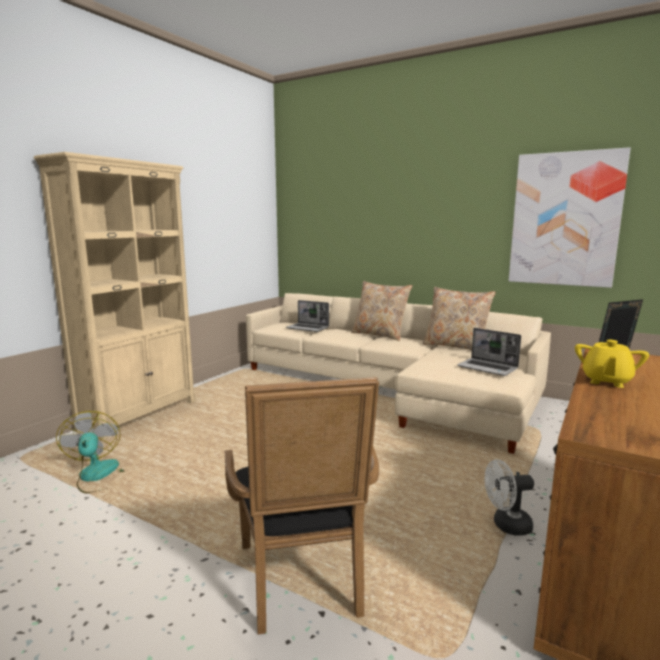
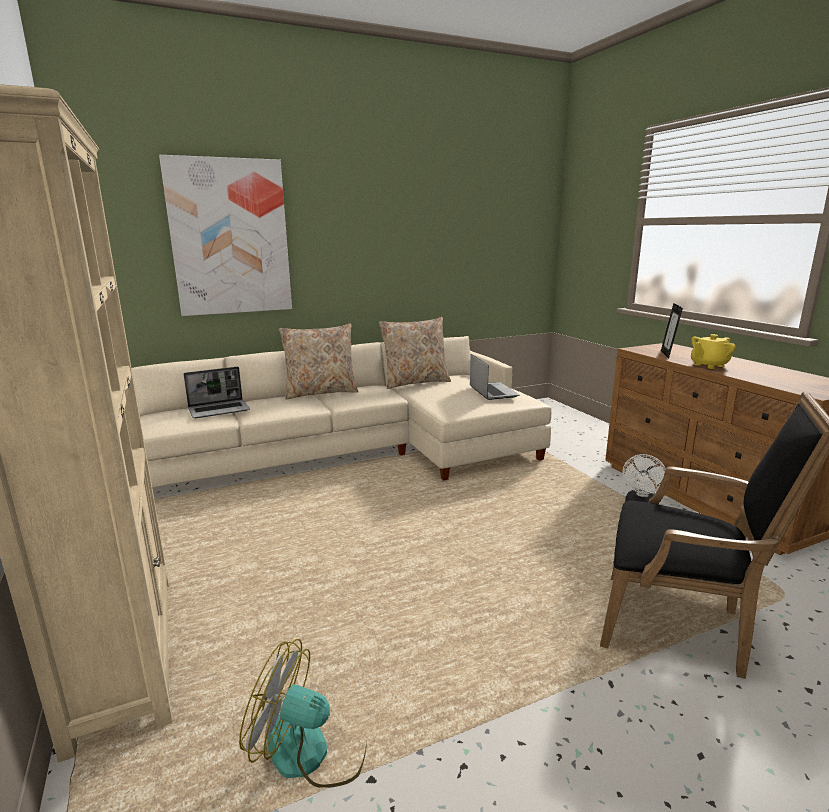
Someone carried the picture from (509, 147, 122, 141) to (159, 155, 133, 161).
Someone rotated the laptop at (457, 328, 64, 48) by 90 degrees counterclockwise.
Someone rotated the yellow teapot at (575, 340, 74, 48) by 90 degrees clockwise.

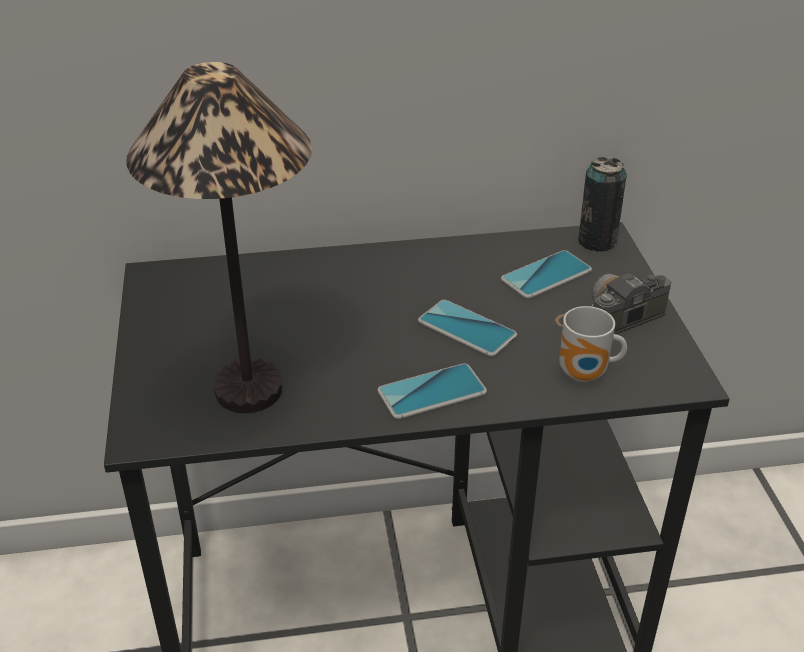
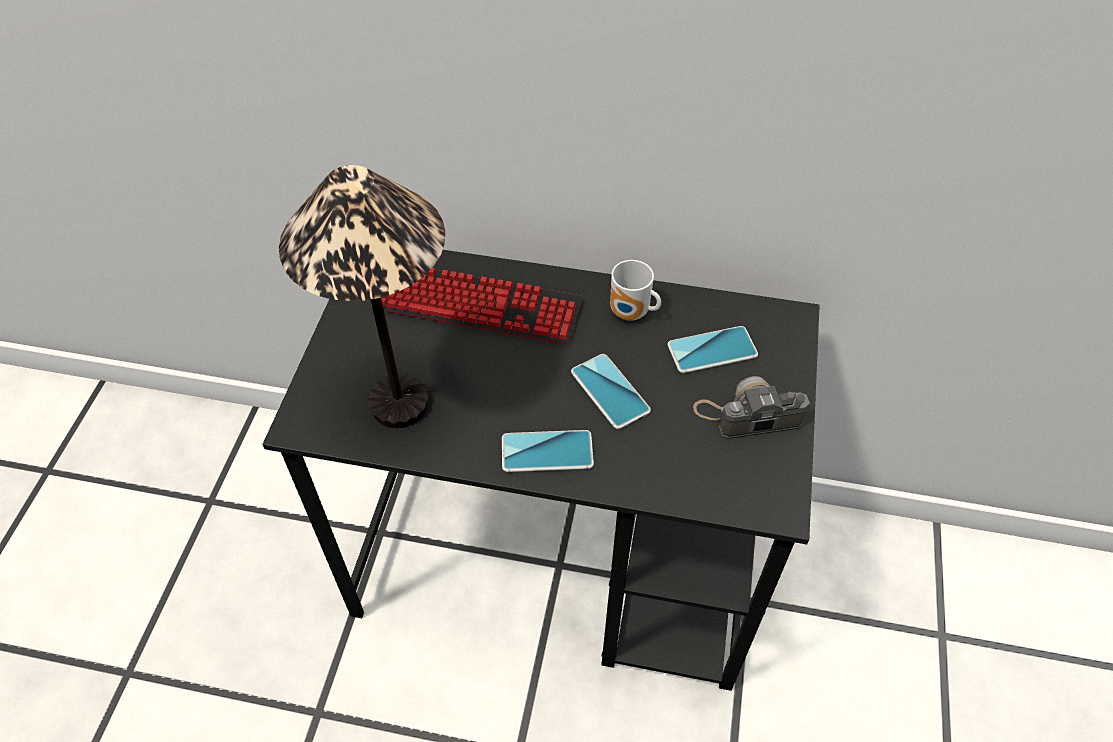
Someone put down the keyboard at (371, 268, 211, 77).
Someone carried the mug from (559, 306, 68, 76) to (610, 260, 51, 61).
Someone took away the can at (578, 157, 49, 95).

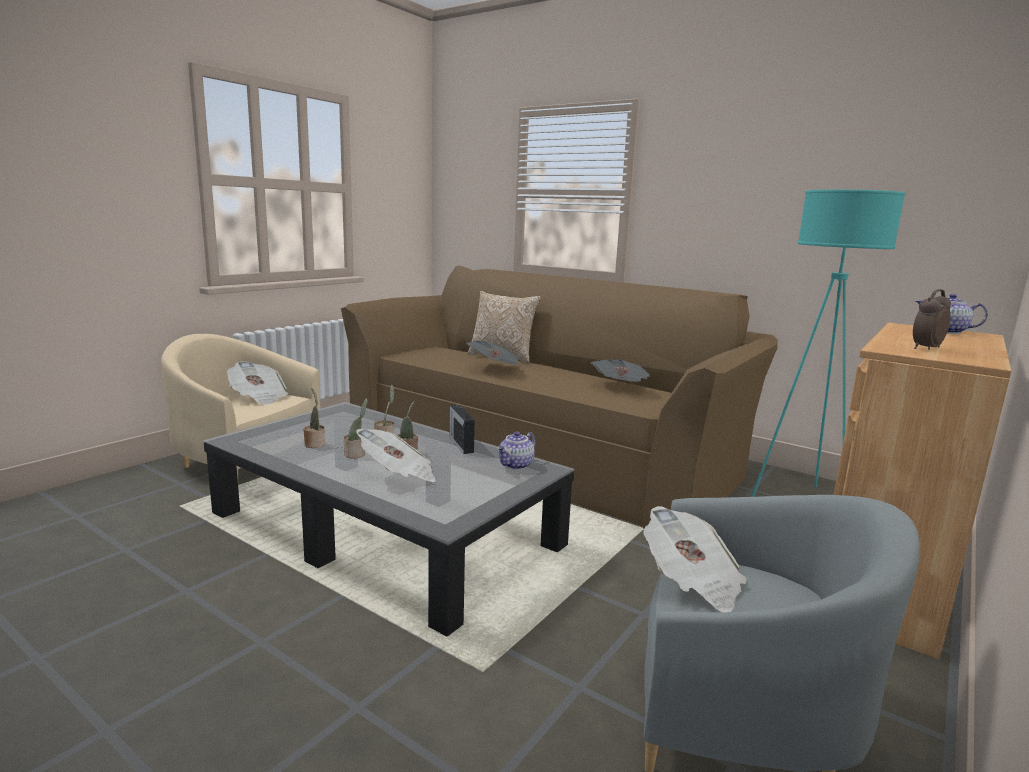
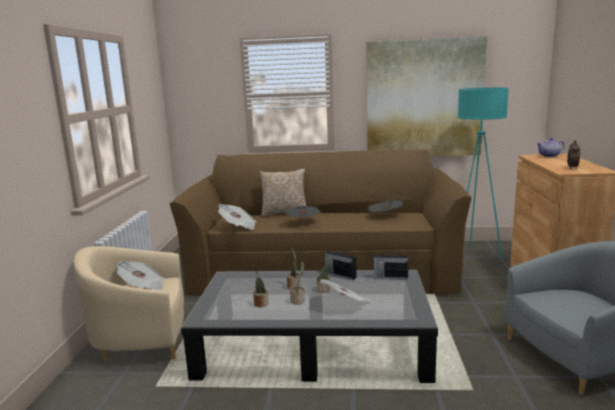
Someone carried the newspaper from (643, 506, 104, 107) to (218, 204, 38, 26).
Someone put up the picture at (367, 36, 120, 120).
Someone swapped the teapot at (497, 432, 39, 38) for the radio at (373, 251, 35, 29).

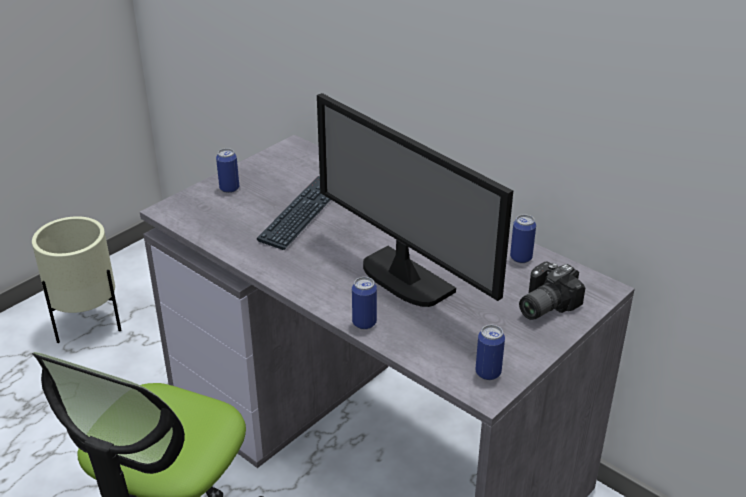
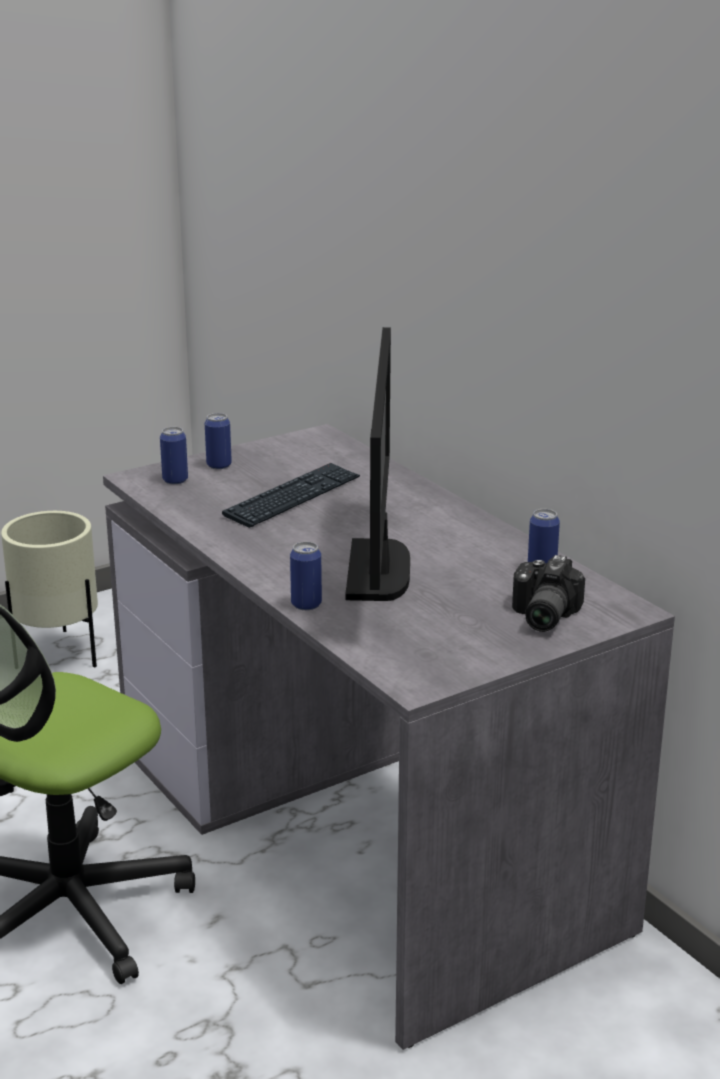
Someone carried the can from (475, 325, 30, 55) to (160, 427, 28, 57).
Someone rotated the monitor at (317, 93, 196, 214) by 150 degrees counterclockwise.
Someone rotated the photo camera at (519, 262, 66, 58) by 45 degrees counterclockwise.

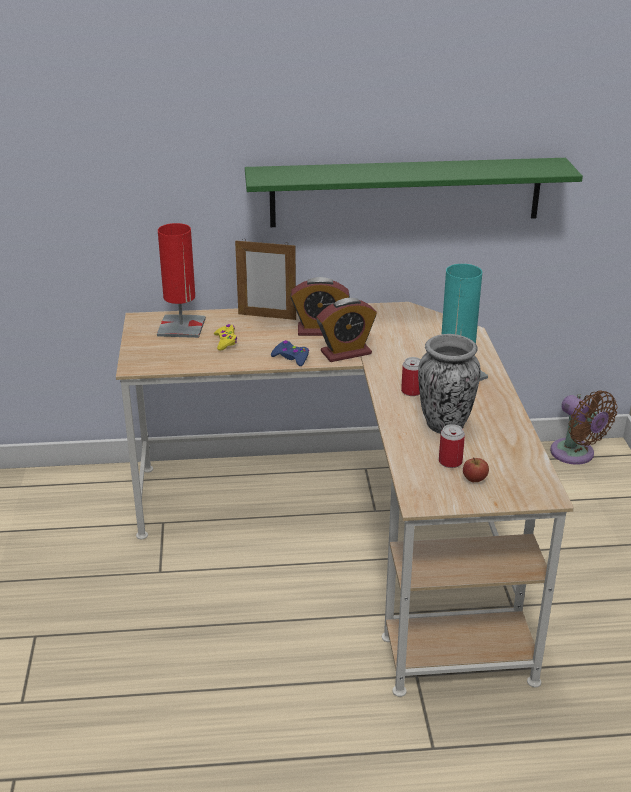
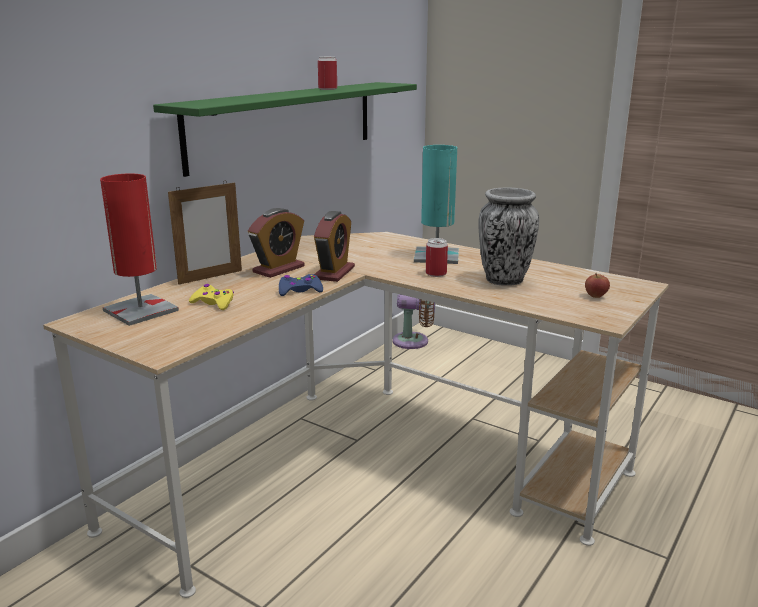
Someone carried the can from (439, 424, 26, 44) to (318, 56, 19, 34).

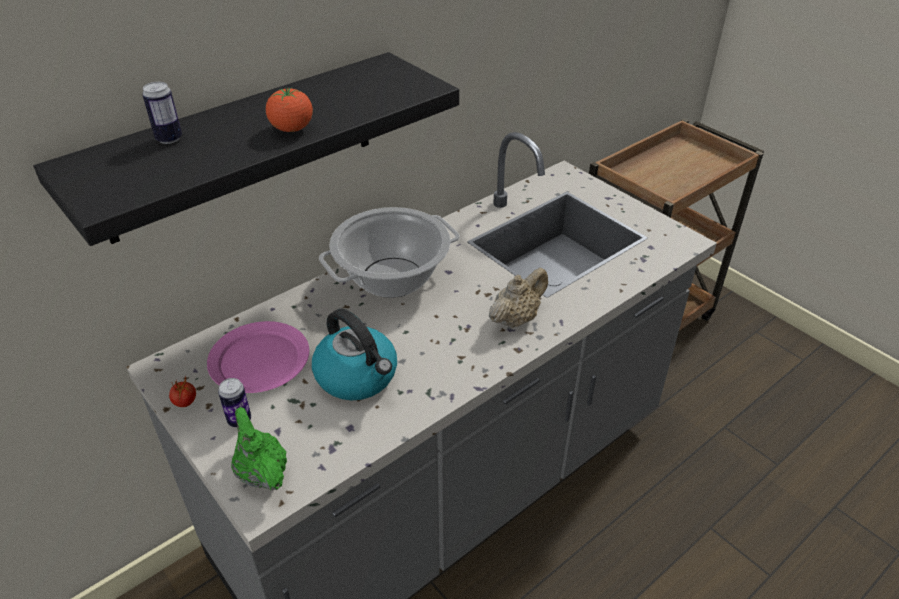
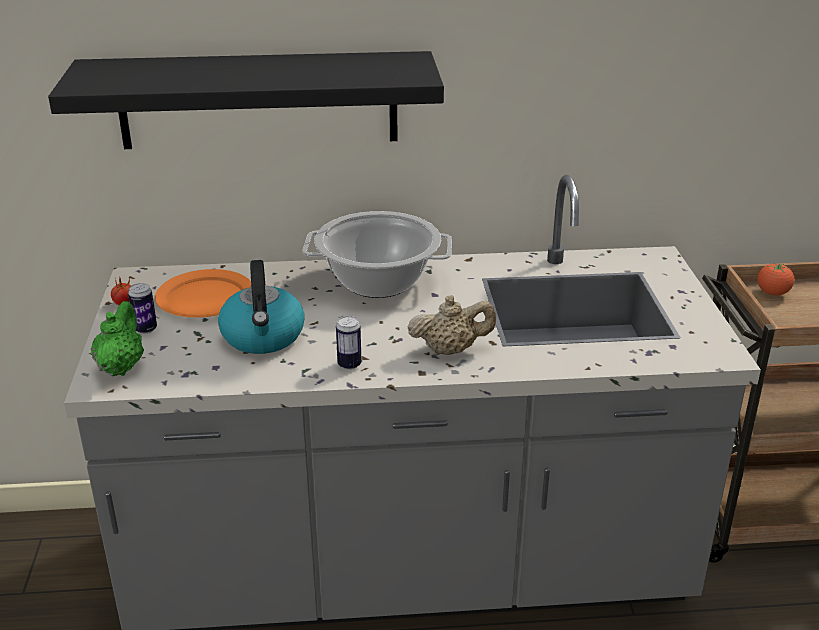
Someone repainted the pink plate at (207, 321, 102, 72), which became the orange plate at (155, 269, 96, 48).
Someone carried the can from (142, 82, 40, 62) to (336, 316, 26, 54).
Someone carried the tomato from (266, 88, 47, 44) to (757, 263, 37, 33).

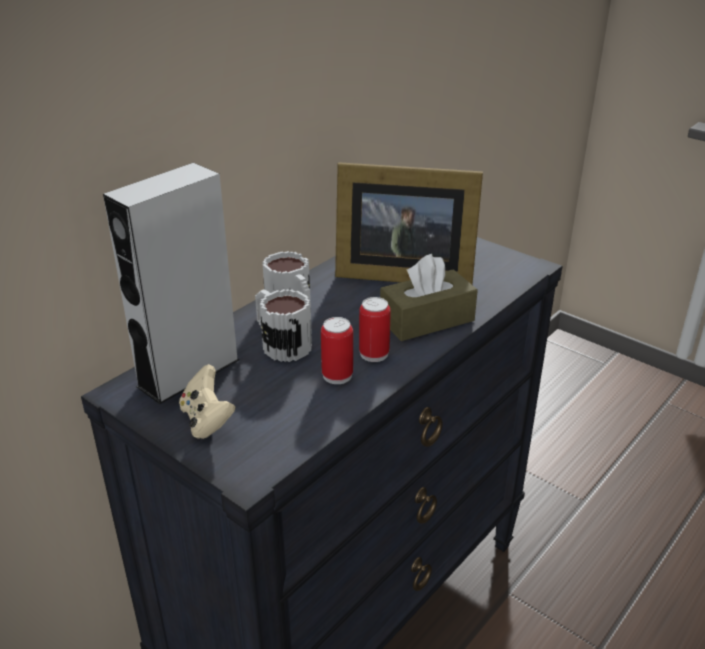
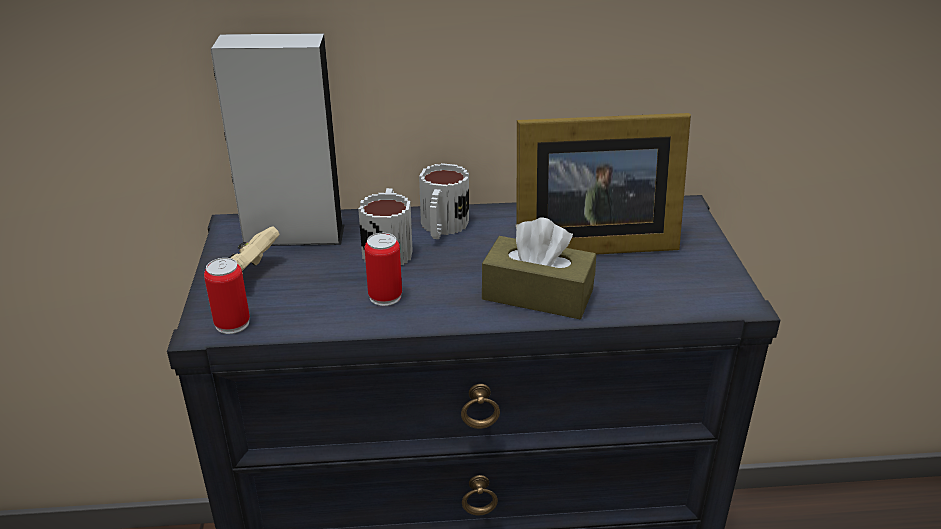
Someone carried the can from (359, 297, 32, 65) to (204, 258, 46, 76).
Someone rotated the picture frame at (335, 162, 148, 122) by 60 degrees counterclockwise.

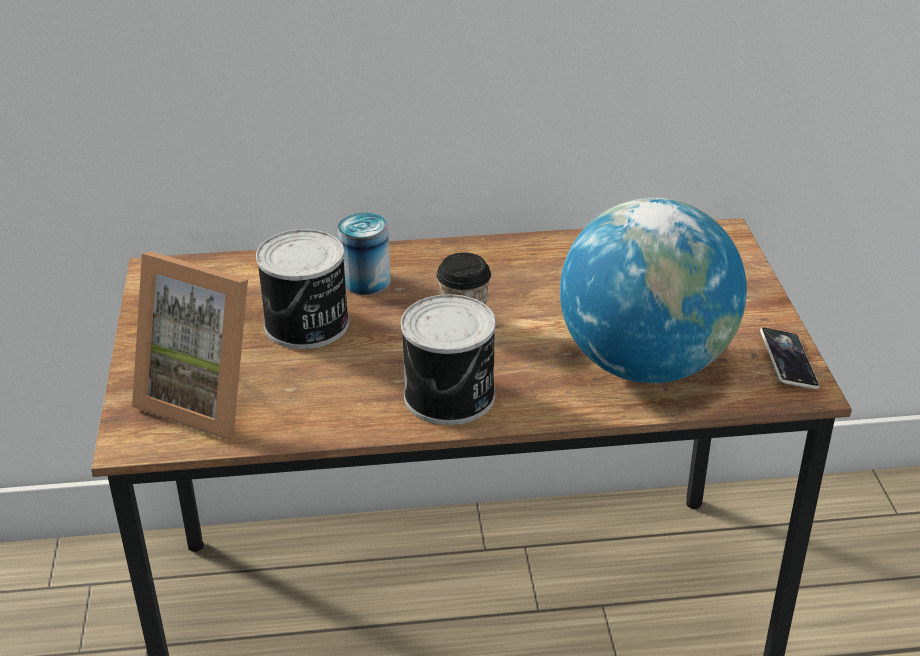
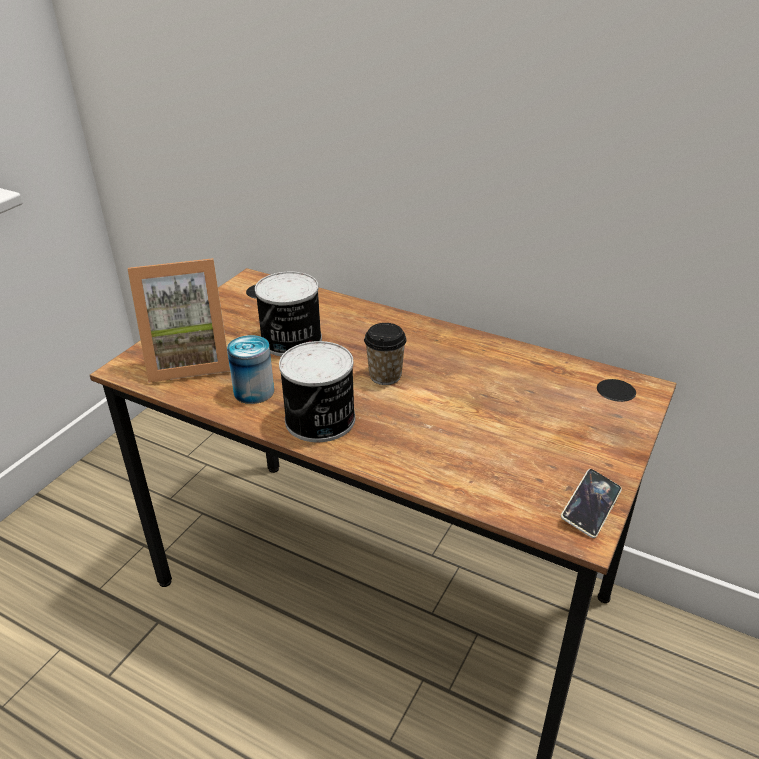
Someone rotated the picture frame at (132, 251, 116, 188) by 75 degrees counterclockwise.
Someone carried the can from (338, 213, 53, 82) to (227, 335, 47, 69).
Someone took away the globe at (560, 198, 187, 185).

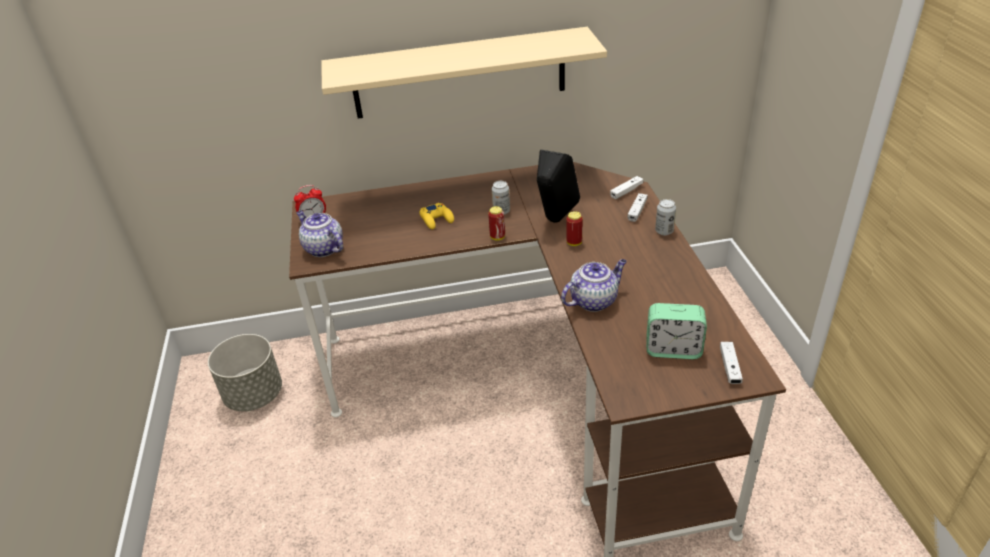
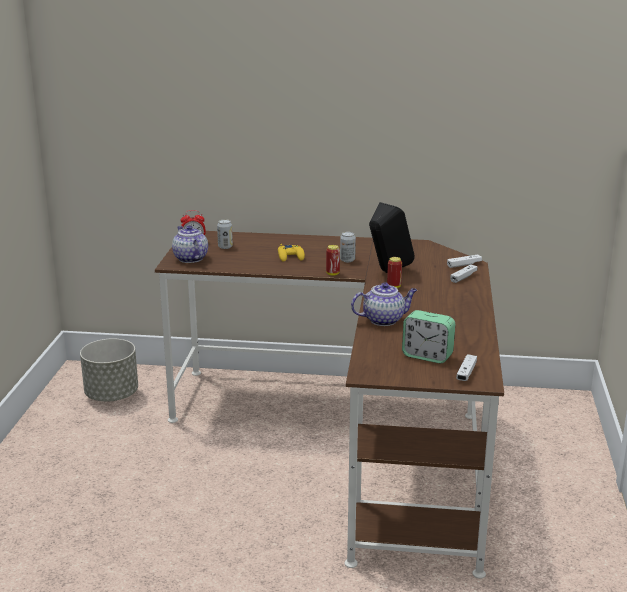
Someone carried the can from (655, 199, 21, 36) to (217, 219, 16, 30).
Someone took away the beige shelf at (321, 27, 286, 92).

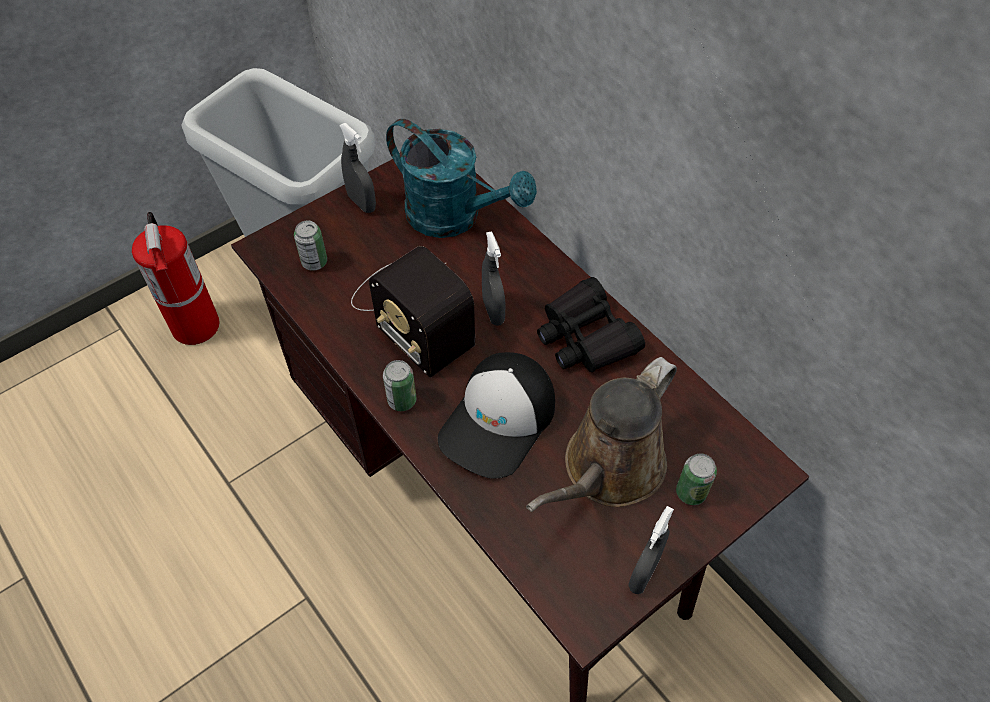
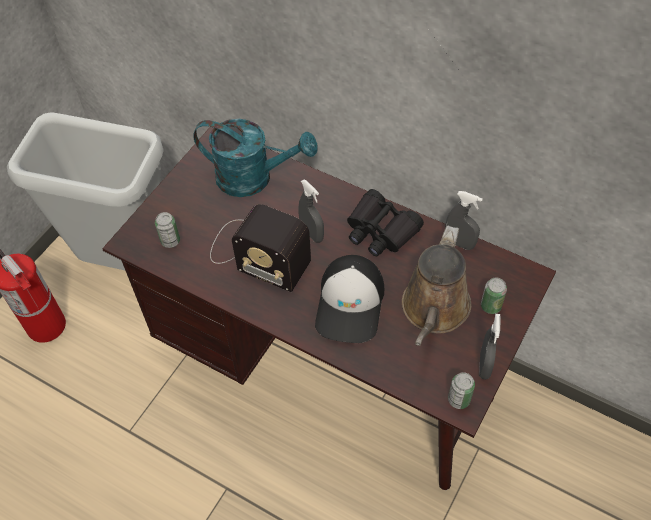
Someone carried the grey spray bottle from (339, 123, 37, 90) to (445, 191, 38, 59).
Someone carried the can from (383, 360, 33, 51) to (448, 372, 27, 37).

